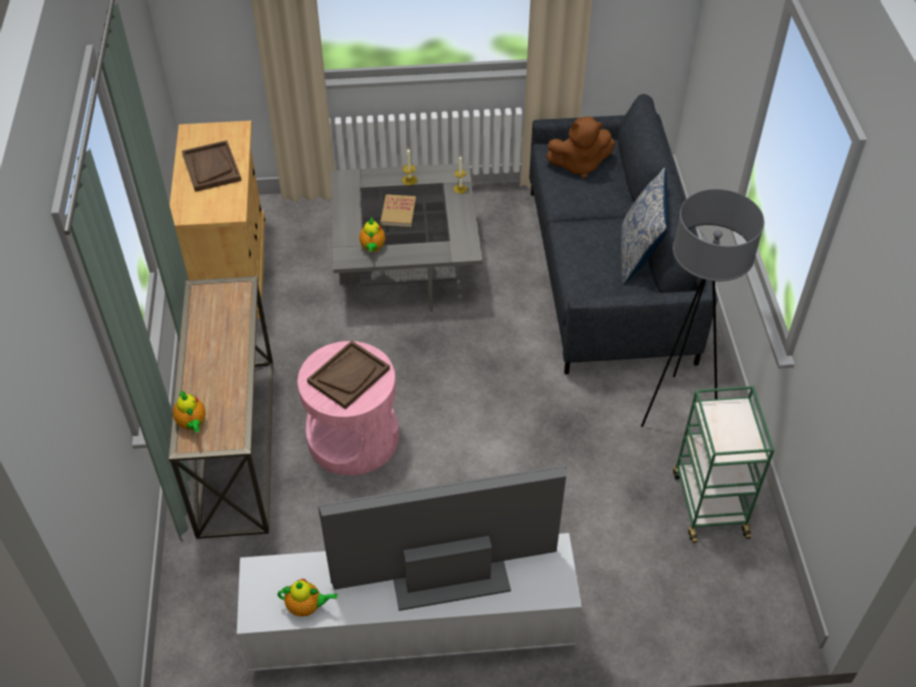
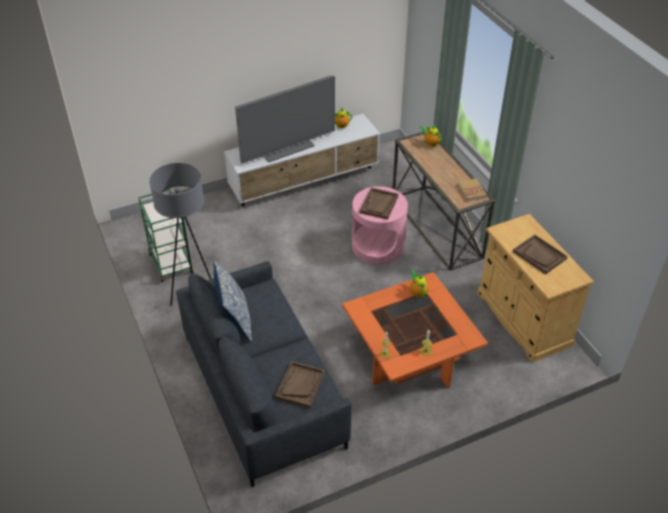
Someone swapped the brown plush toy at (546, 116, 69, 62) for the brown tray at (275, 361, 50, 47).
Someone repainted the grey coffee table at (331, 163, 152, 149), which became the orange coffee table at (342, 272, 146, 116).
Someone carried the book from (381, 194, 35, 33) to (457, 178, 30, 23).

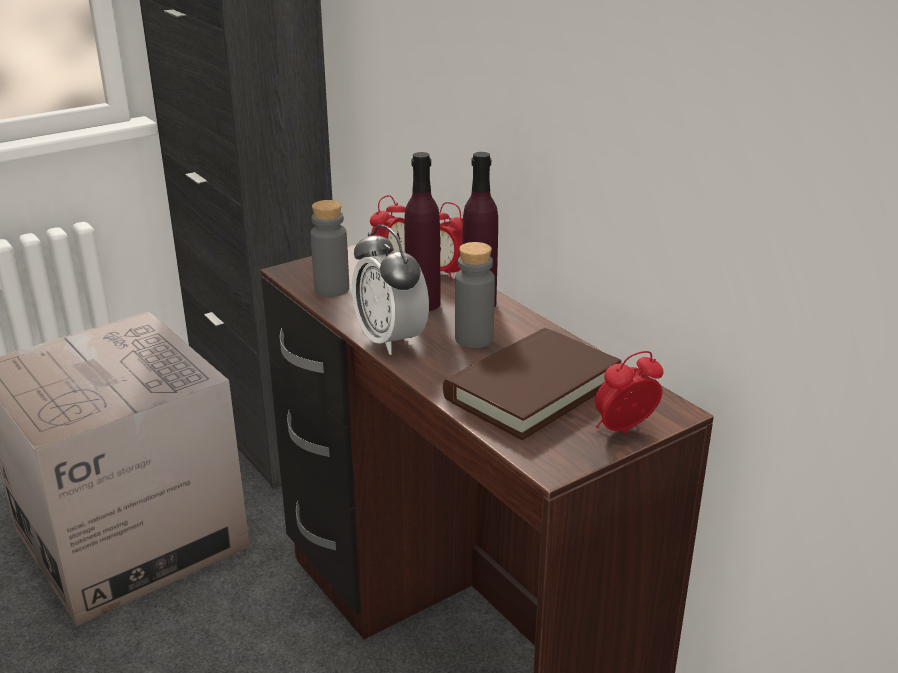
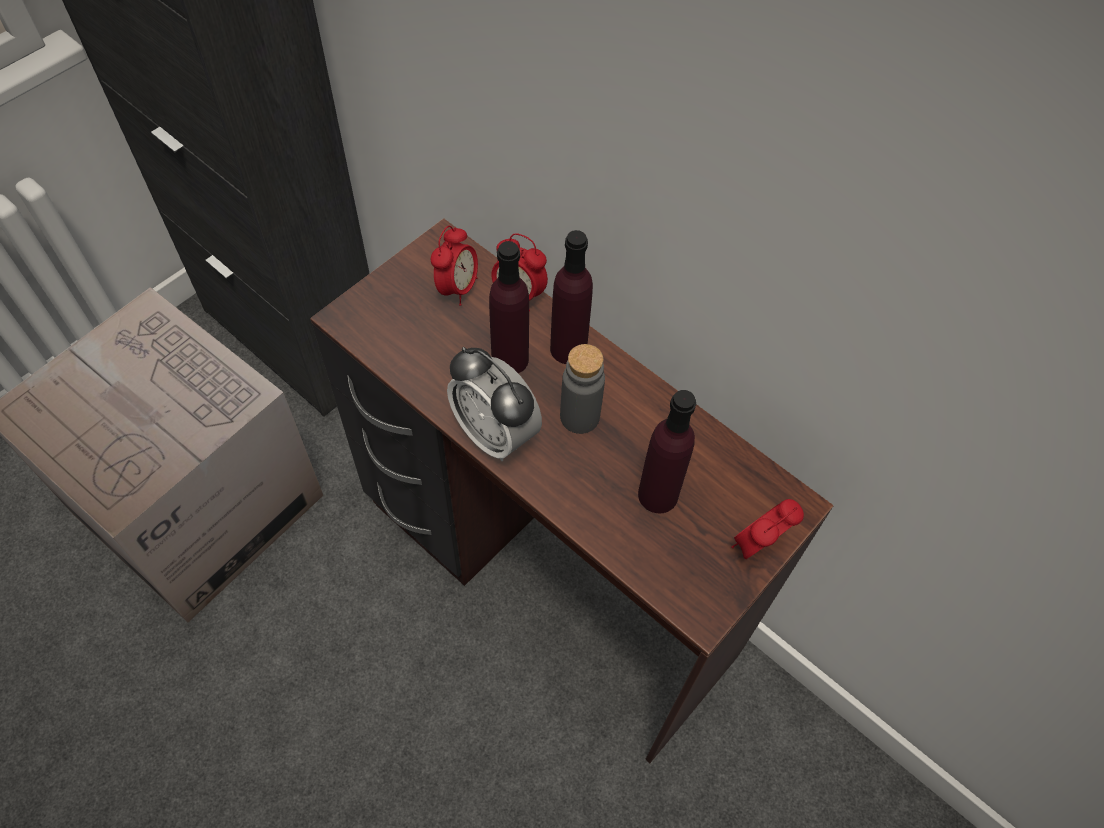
Someone swapped the brown book at (443, 328, 178, 112) for the purple bottle at (638, 390, 58, 123).
Someone took away the grey bottle at (310, 200, 39, 97).

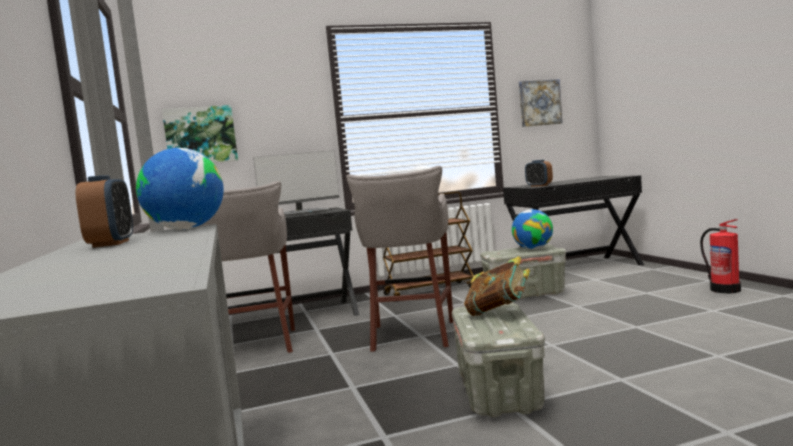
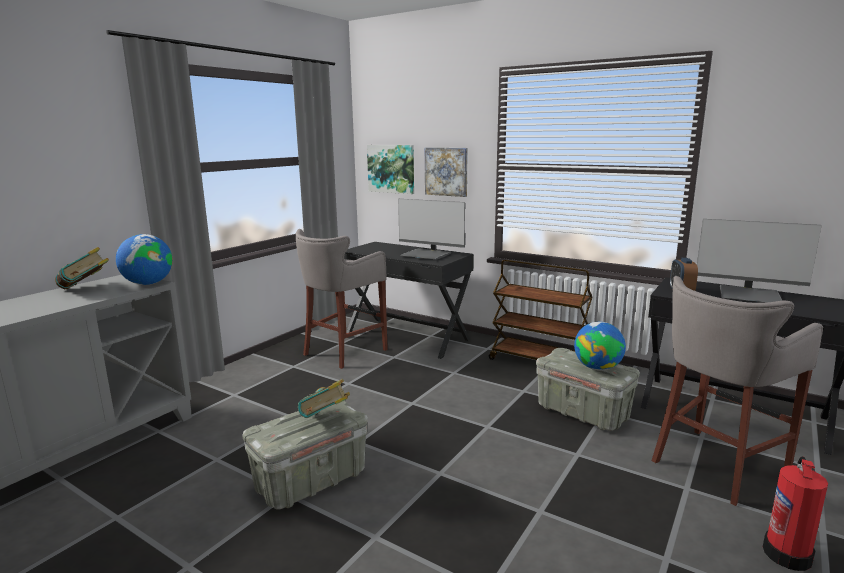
Someone swapped the alarm clock at (76, 175, 57, 73) for the book at (55, 247, 54, 42).
Someone carried the picture from (519, 79, 43, 48) to (425, 148, 43, 49).
Someone carried the grey stool from (346, 166, 107, 186) to (652, 276, 171, 230).
Someone put down the monitor at (697, 219, 125, 84).

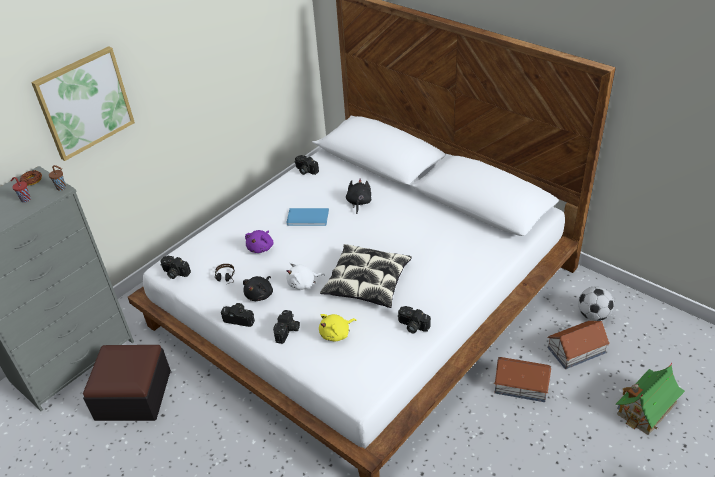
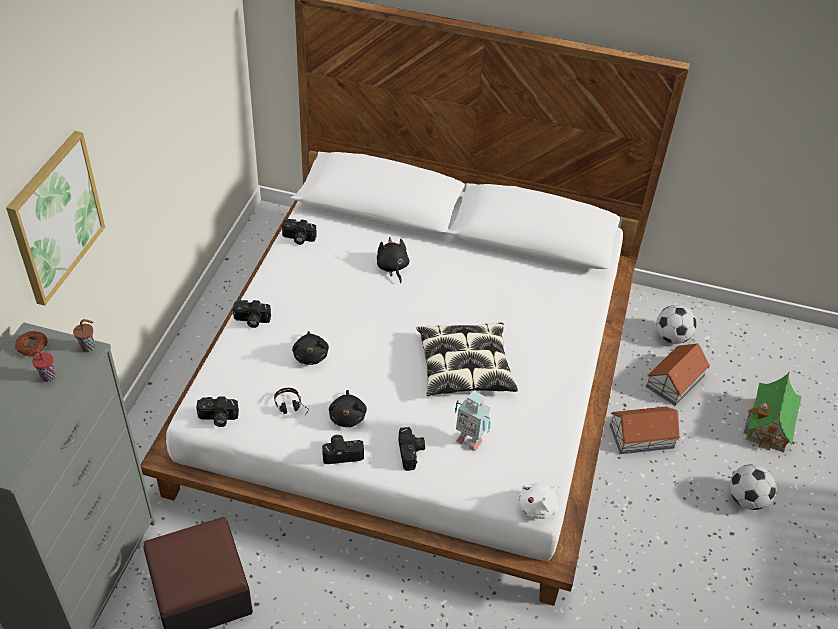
Someone carried the photo camera from (398, 306, 33, 27) to (233, 300, 38, 28).
Someone repainted the purple plush toy at (245, 230, 29, 23), which became the black plush toy at (292, 331, 37, 34).
Someone swapped the yellow plush toy at (319, 314, 37, 27) for the toy robot at (455, 390, 36, 61).
Someone carried the white plush toy from (286, 262, 39, 28) to (519, 483, 41, 36).
Someone put down the football at (729, 464, 48, 46).
Someone took away the blue book at (286, 208, 43, 18).

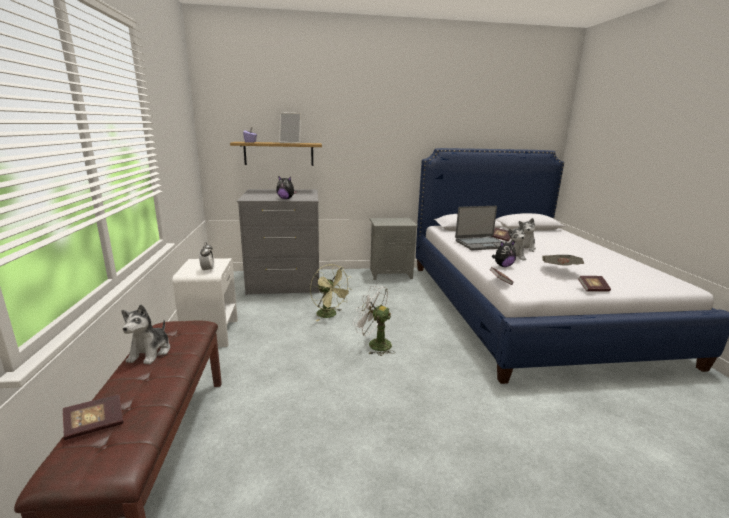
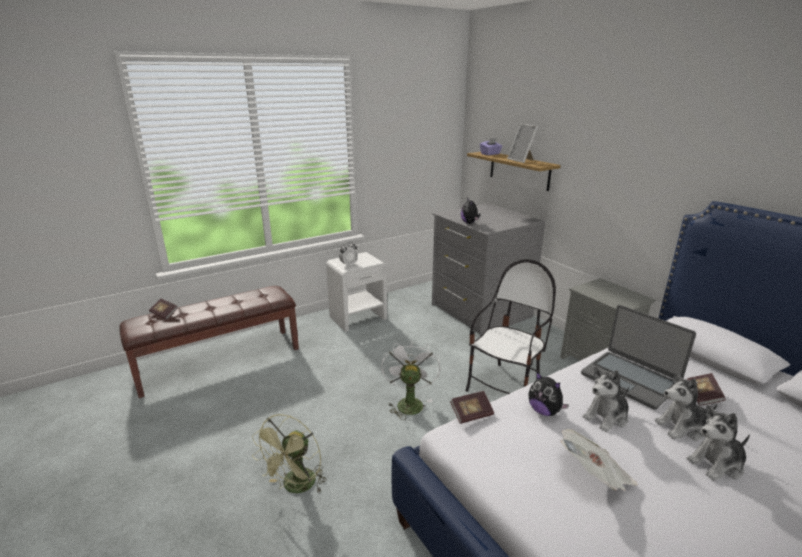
Someone carried the green fan from (310, 264, 42, 58) to (252, 414, 75, 79).
Someone put down the chair at (465, 259, 91, 135).
Someone carried the plush toy from (121, 304, 49, 61) to (686, 405, 64, 76).
Someone took away the book at (578, 276, 33, 15).

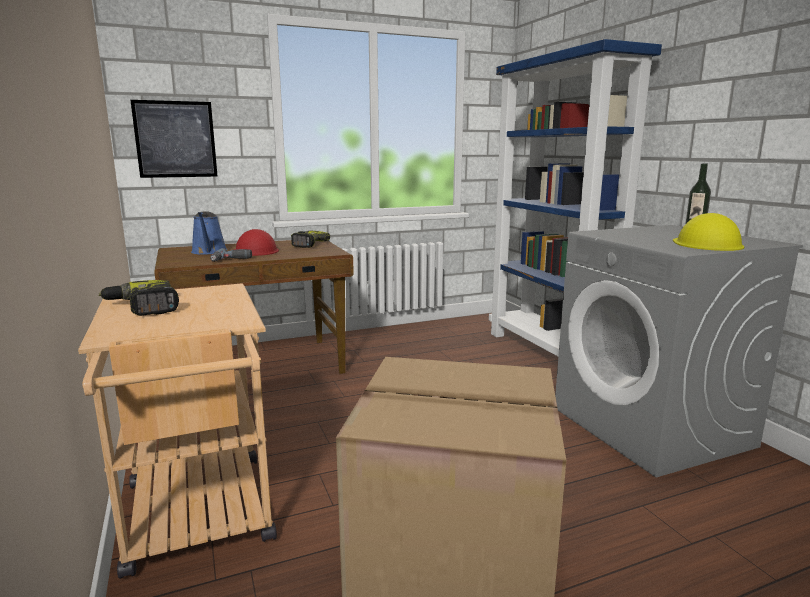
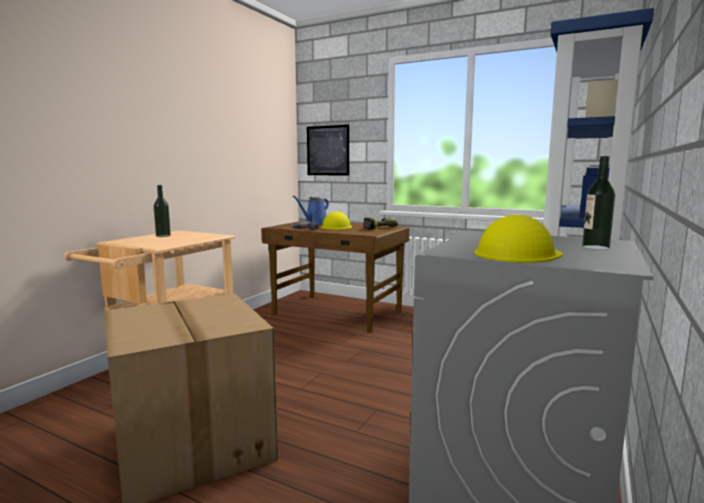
Someone swapped the power drill at (99, 280, 80, 36) for the bottle at (154, 185, 17, 52).
Someone repainted the red hard hat at (233, 229, 46, 27), which became the yellow hard hat at (321, 211, 31, 19).

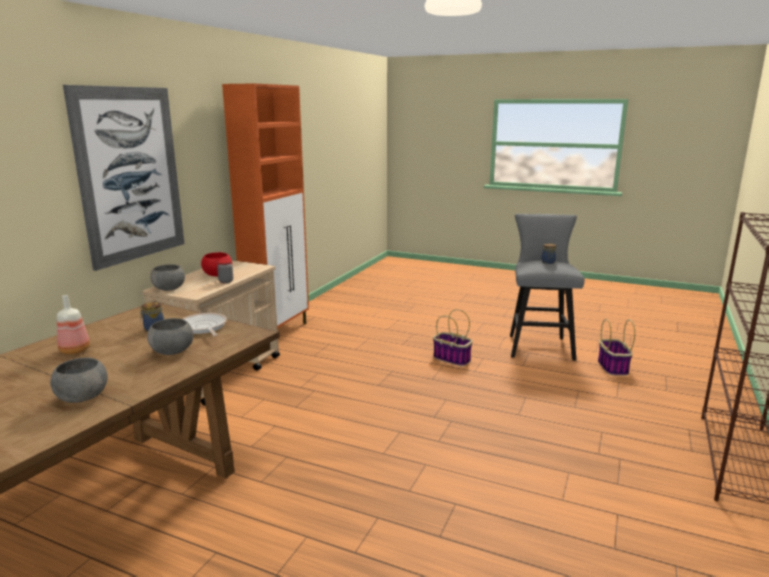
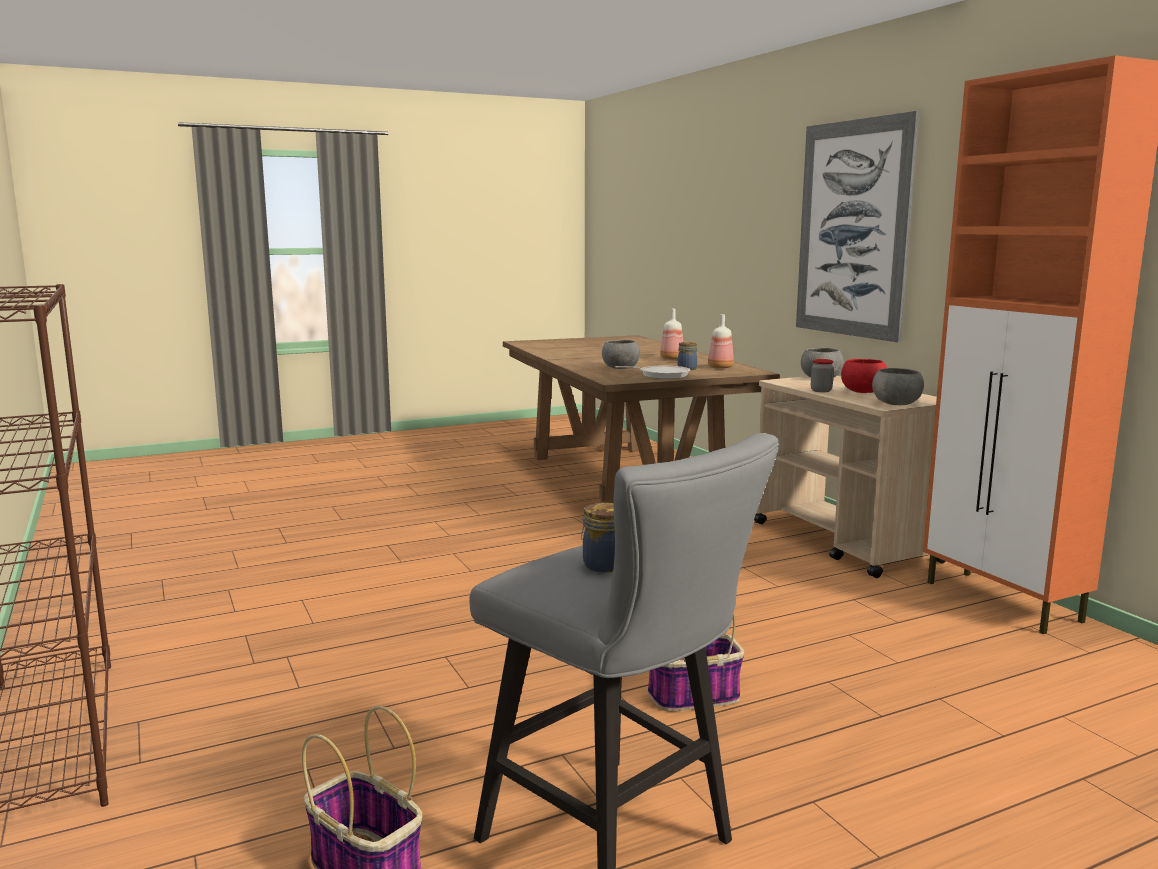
Someone put down the bottle at (708, 314, 26, 55).
Someone carried the grey bowl from (50, 357, 58, 46) to (872, 368, 52, 37).

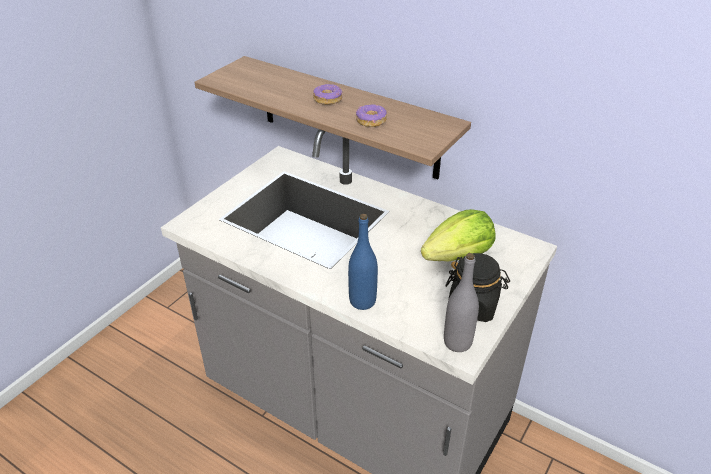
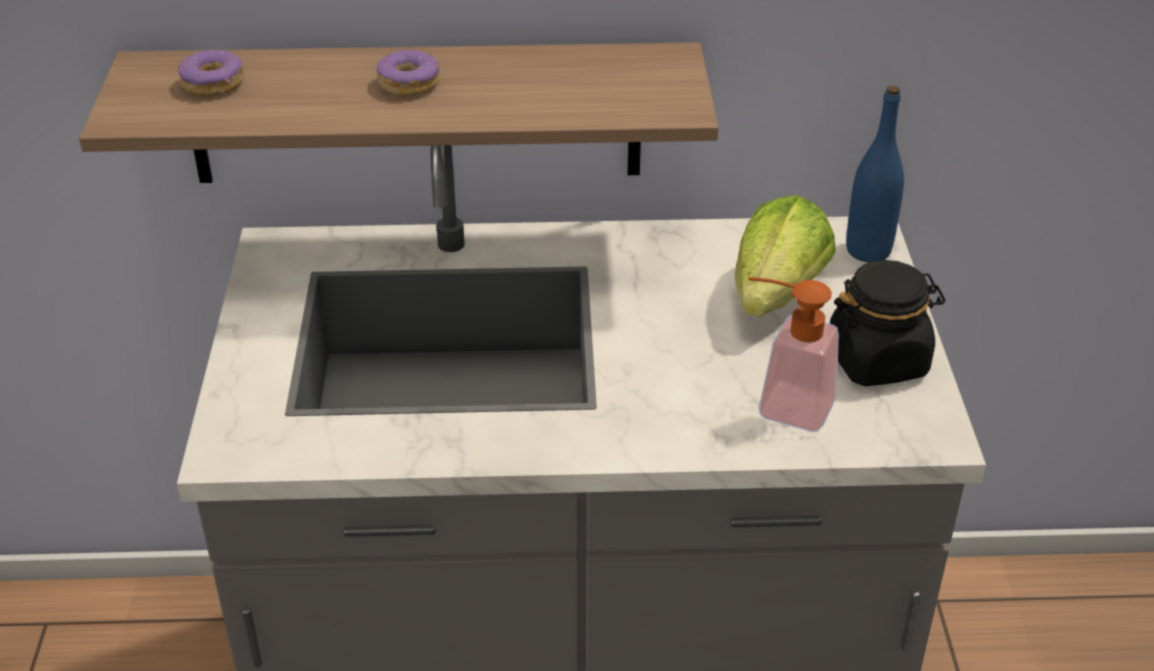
Someone carried the donut from (356, 105, 31, 22) to (178, 50, 66, 46).
Someone put down the soap dispenser at (748, 277, 91, 155).
Someone carried the blue bottle from (348, 214, 30, 96) to (846, 86, 58, 176).
Someone took away the grey bottle at (444, 253, 35, 99).

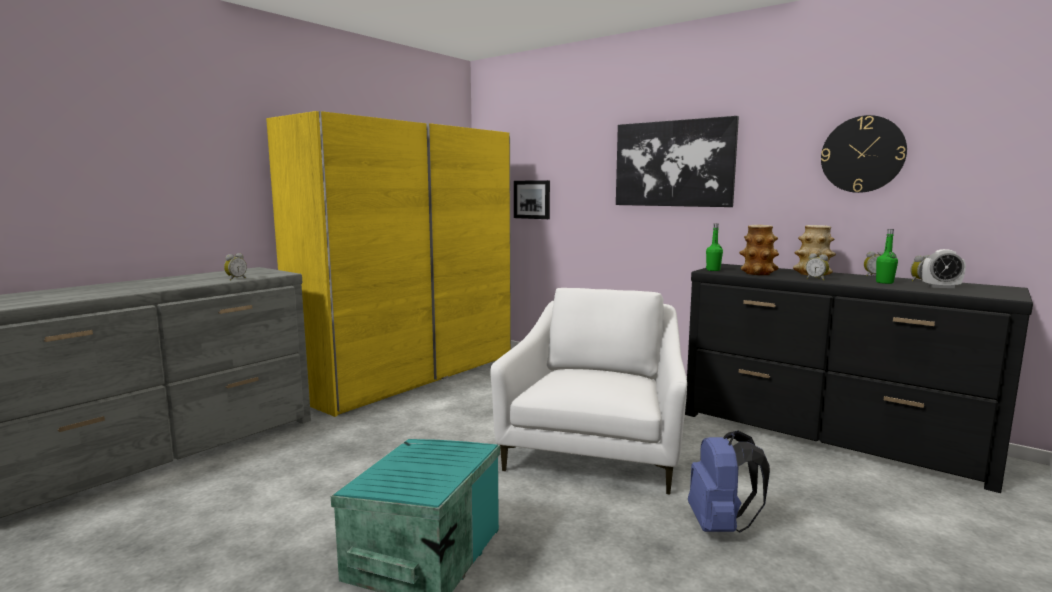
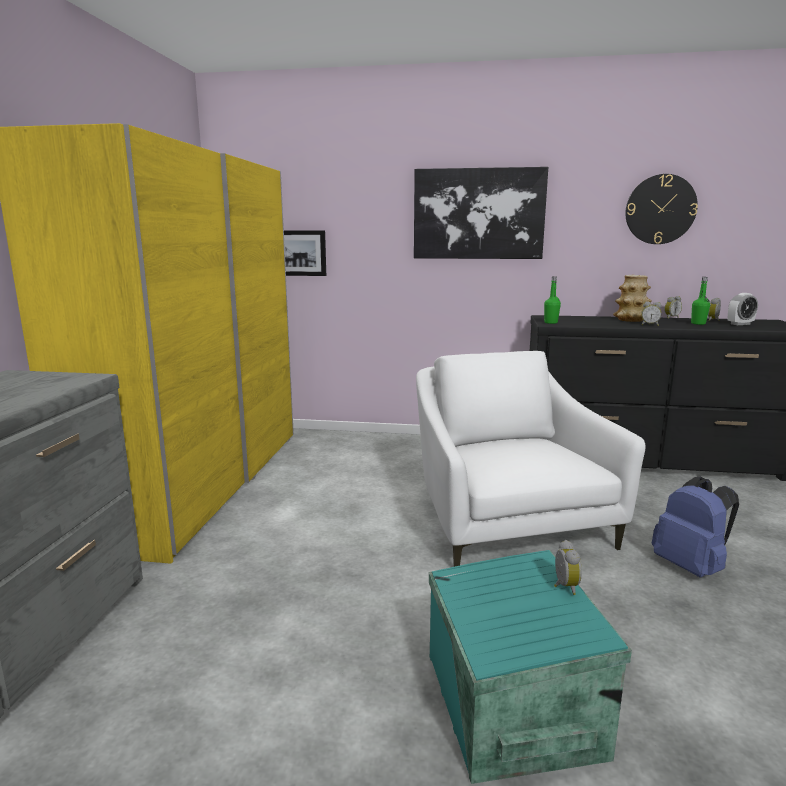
Someone carried the alarm clock from (224, 253, 23, 27) to (554, 540, 28, 55).
Someone took away the vase at (739, 225, 40, 50).

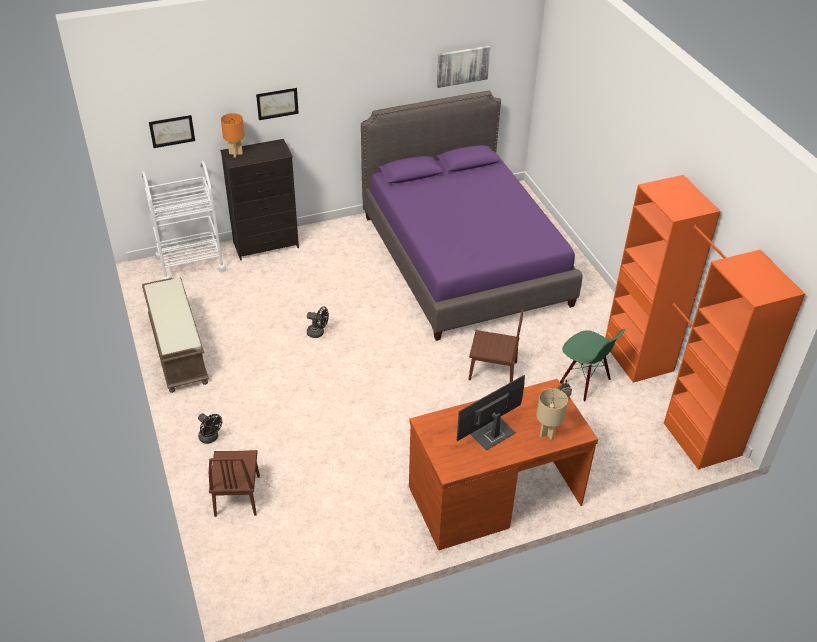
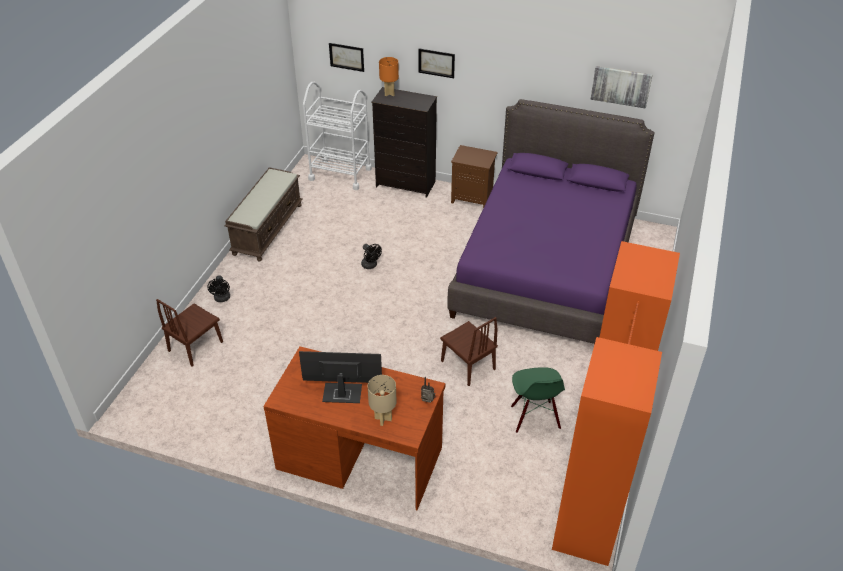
Someone put down the brown nightstand at (451, 145, 47, 63).

